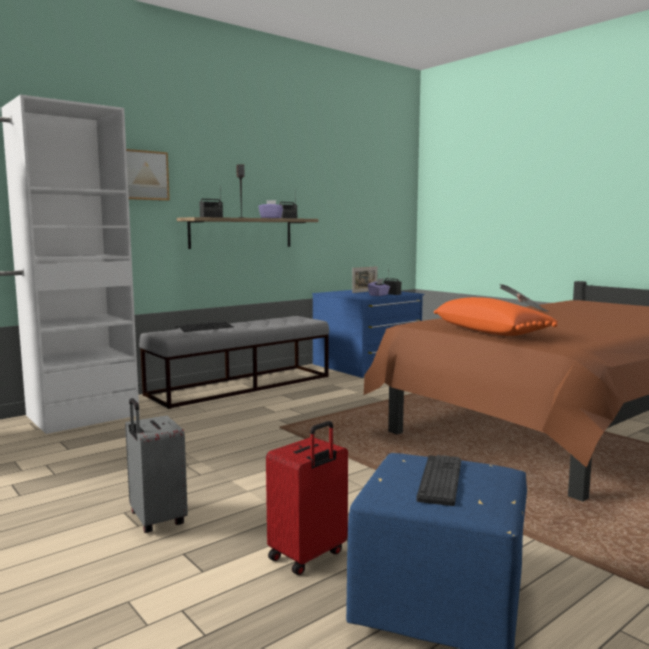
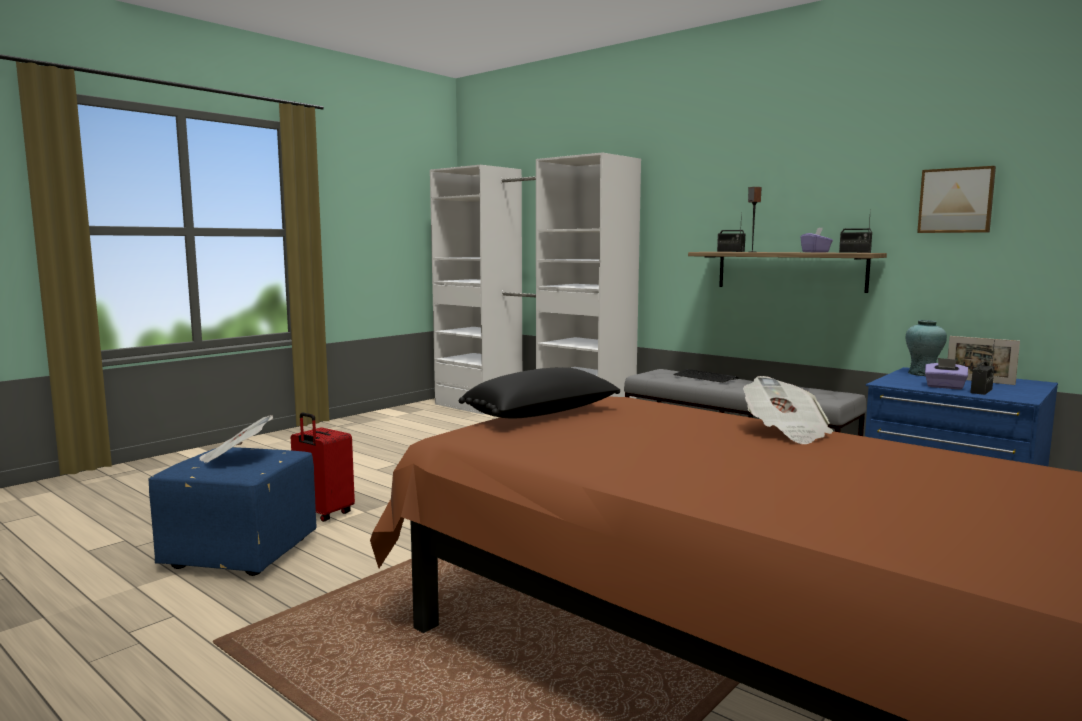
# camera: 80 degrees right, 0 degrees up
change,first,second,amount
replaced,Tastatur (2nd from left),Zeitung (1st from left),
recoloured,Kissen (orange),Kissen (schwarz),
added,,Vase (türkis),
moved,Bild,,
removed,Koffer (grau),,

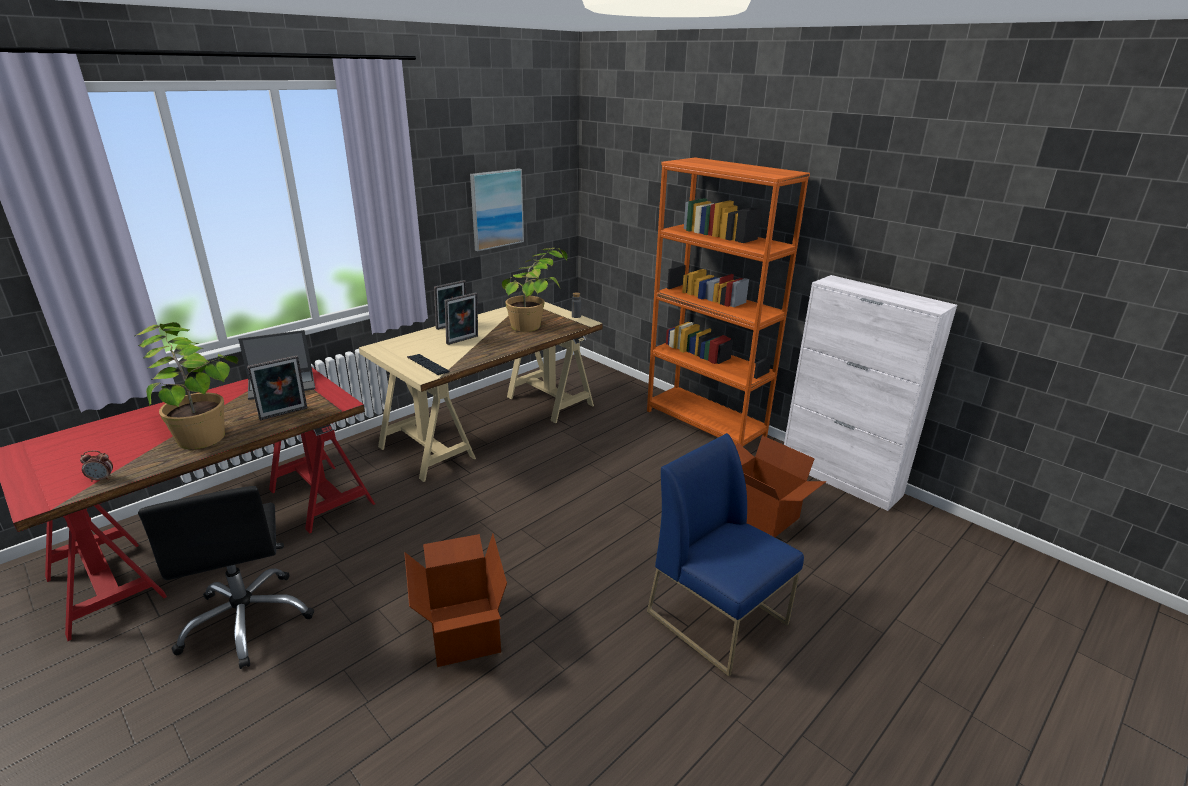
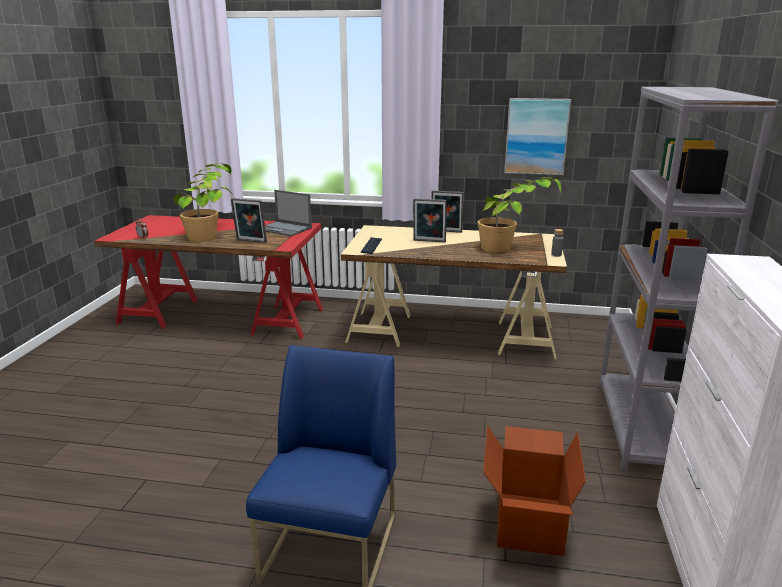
# camera: 55 degrees right, 5 degrees down
change,first,second,amount
recoloured,Bücherregal (orange),Bücherregal (grau),
removed,Bürostuhl (schwarz),,
removed,Karton (1st from left),,

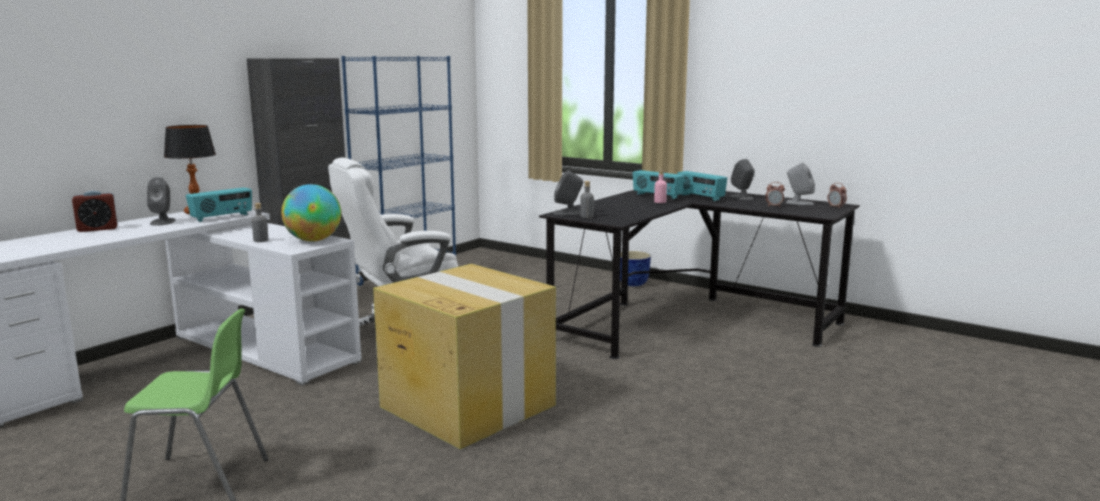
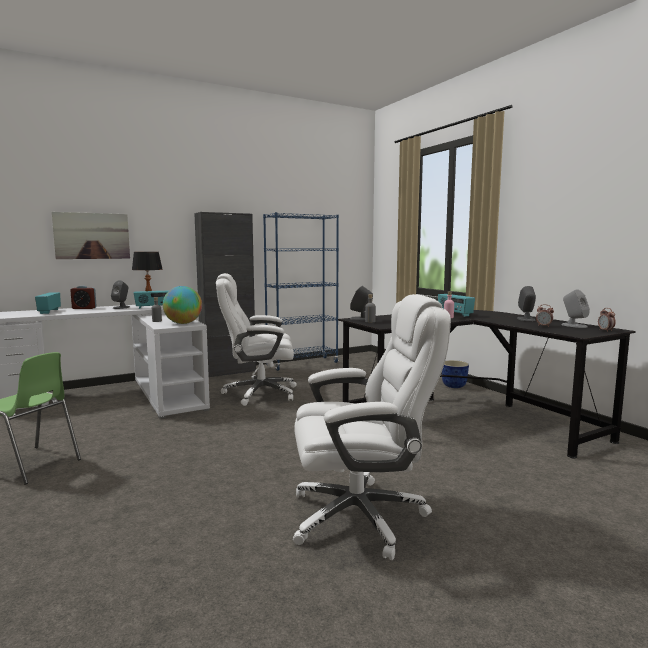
# camera: 25 degrees right, 5 degrees down
change,first,second,amount
moved,Radio (3rd from left in the first image),Radio (1st from left),
added,,Bild,
added,,Bürostuhl (weiß) (2nd from left),
removed,Karton,,

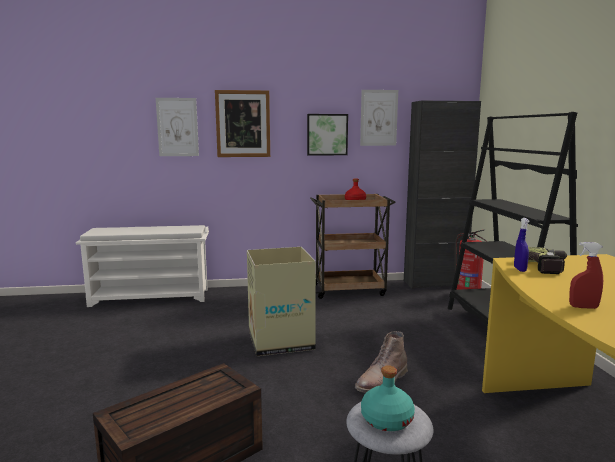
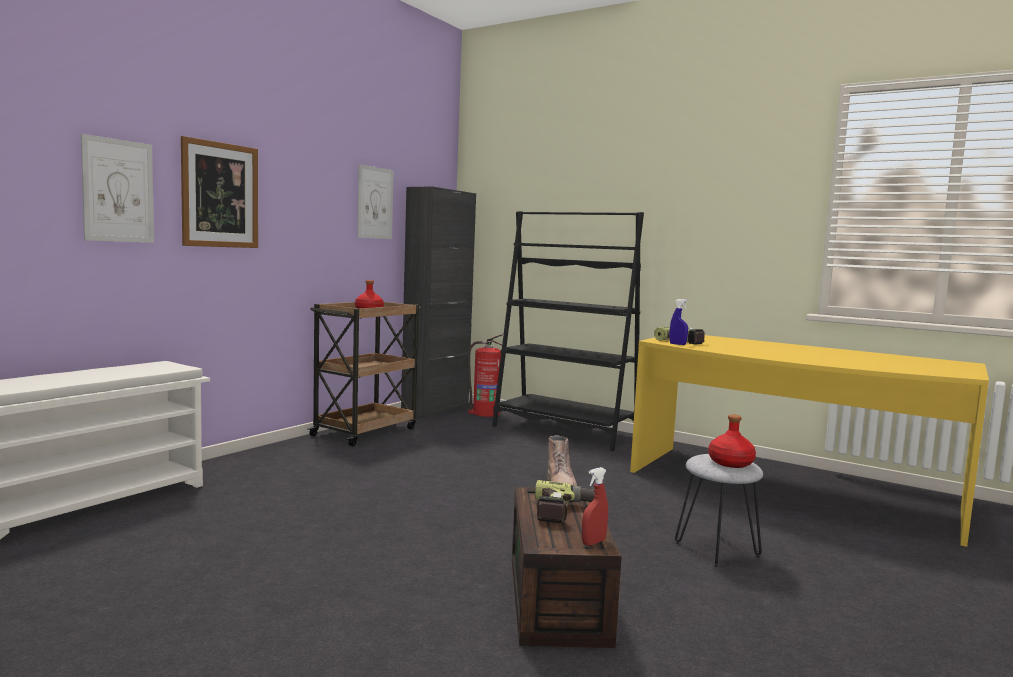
# camera: 50 degrees left, 5 degrees down
change,first,second,amount
added,,Bohrmaschine (1st from left),
moved,Sprühflasche (rot),,
recoloured,Flasche (türkis),Flasche (rot) (2nd from left),
removed,Karton,,
removed,Bild (3rd from left),,

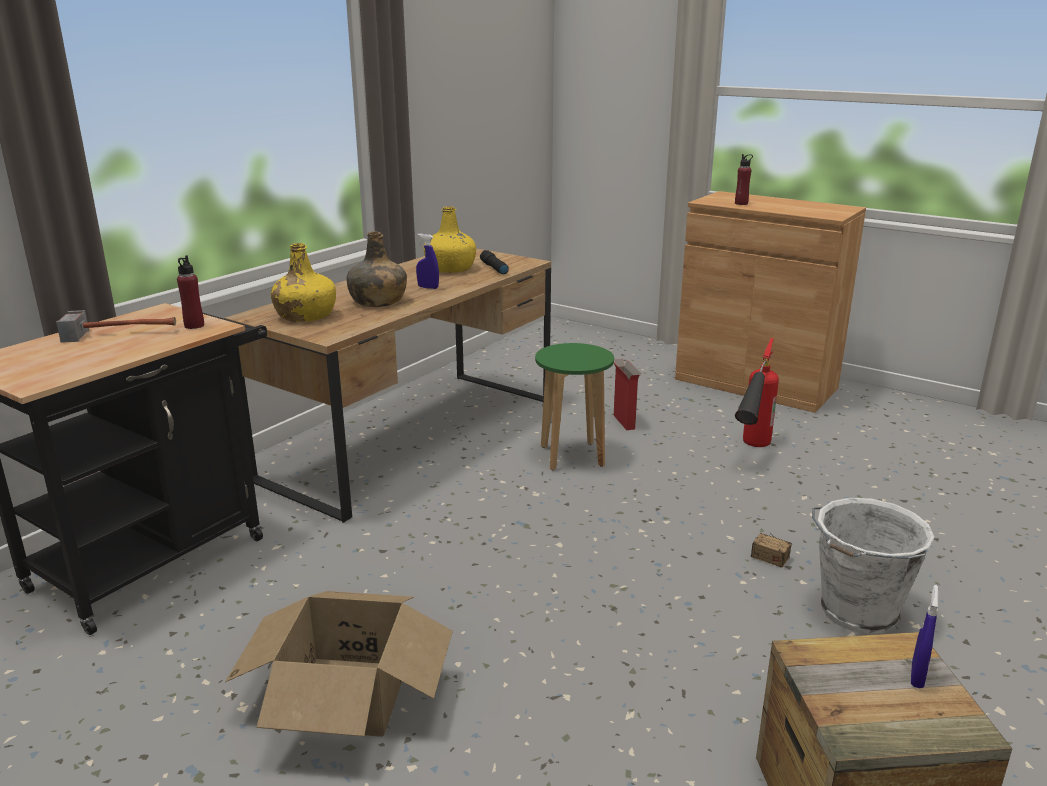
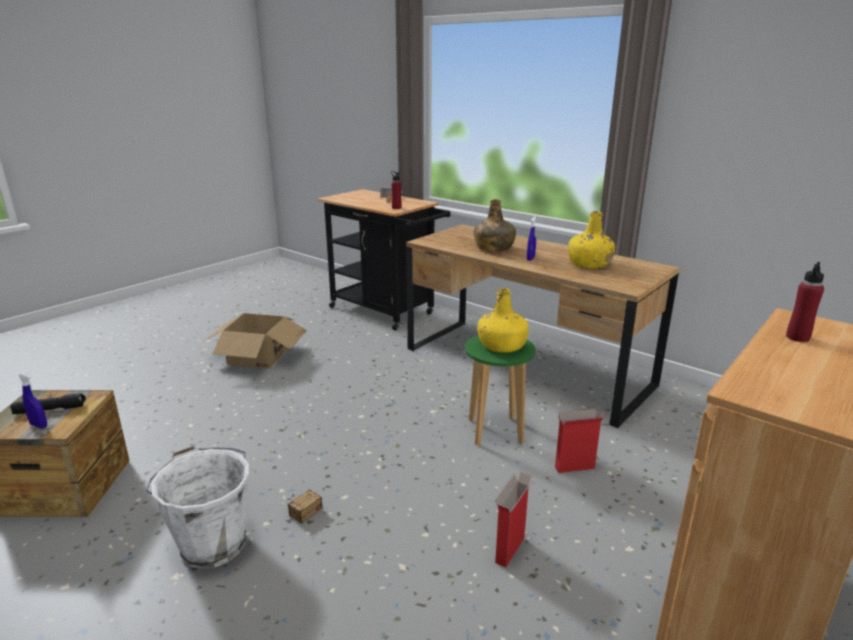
# camera: 95 degrees right, 0 degrees up
change,first,second,amount
moved,Taschenlampe (schwarz),,
moved,Flasche (gelb) (1st from left),,
replaced,Feuerlöscher,Karton (2nd from left),

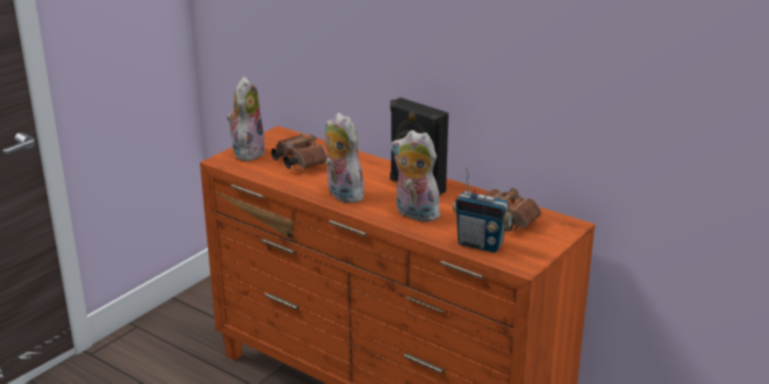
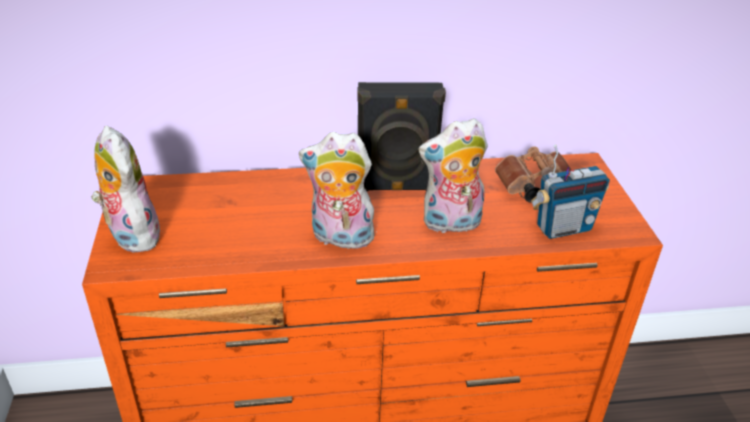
# camera: 45 degrees left, 10 degrees up
change,first,second,amount
removed,Fernglas (braun) (1st from left),,

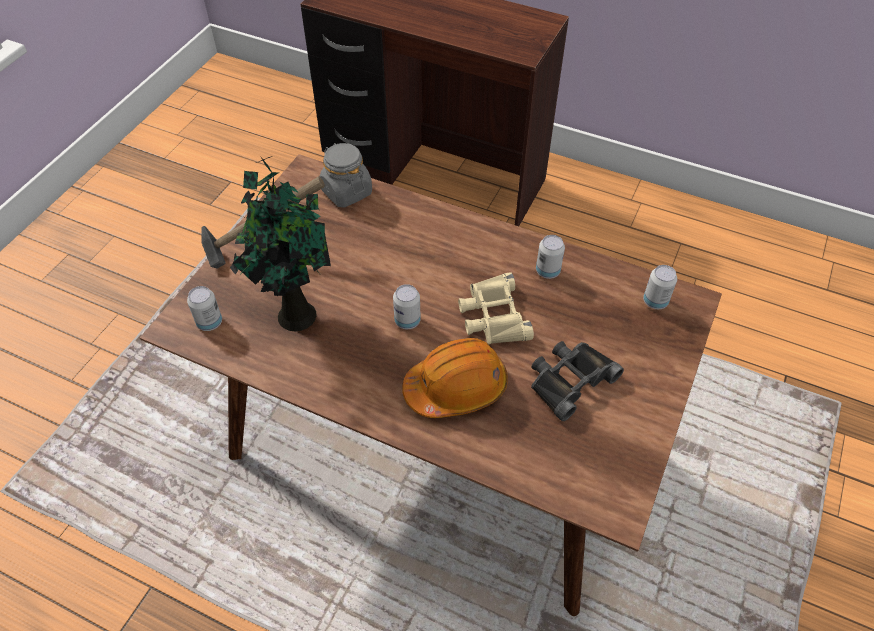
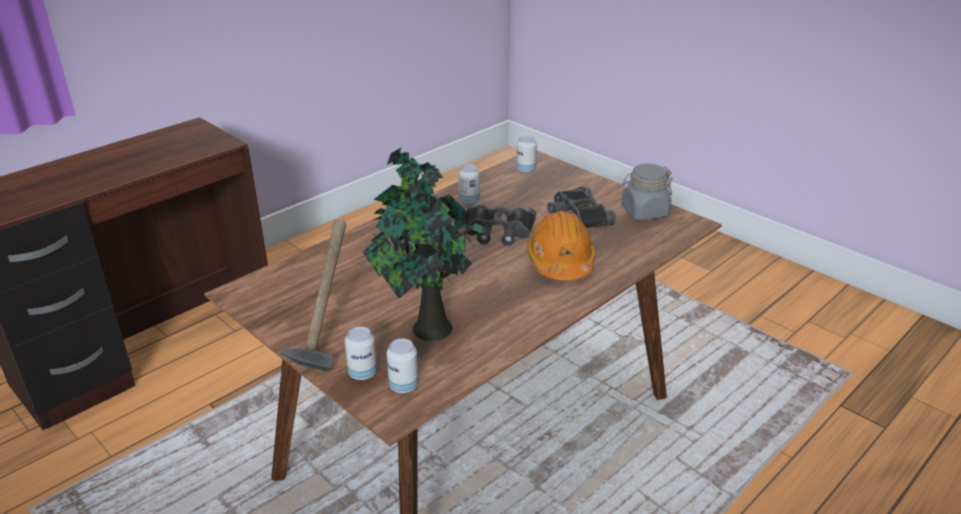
# camera: 70 degrees left, 20 degrees down
change,first,second,amount
moved,Dose (2nd from left in the first image),Dose (1st from left),
recoloured,Fernglas (beige),Fernglas (schwarz) (1st from left),
moved,Vorratsglas (grau),,

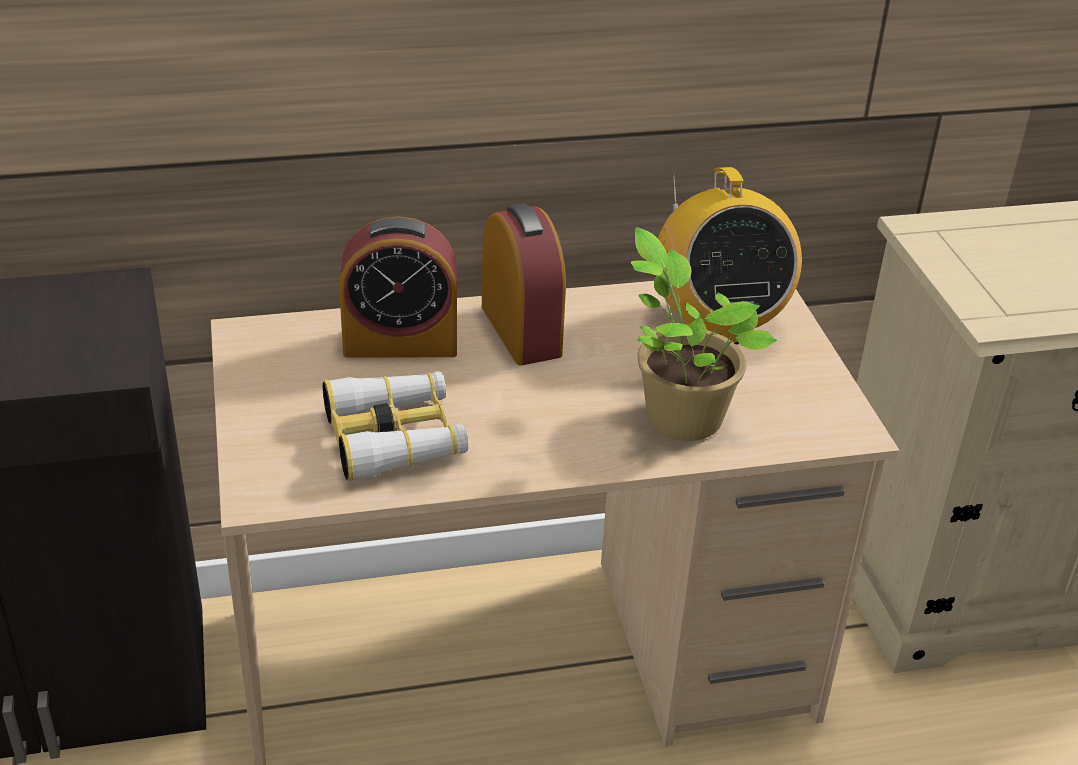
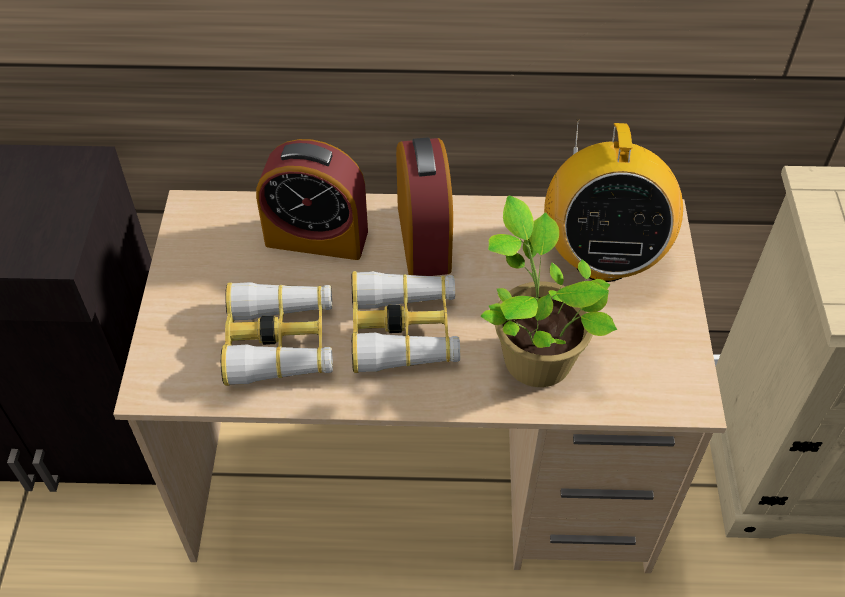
# camera: 15 degrees right, 15 degrees up
change,first,second,amount
added,,Fernglas (2nd from left),

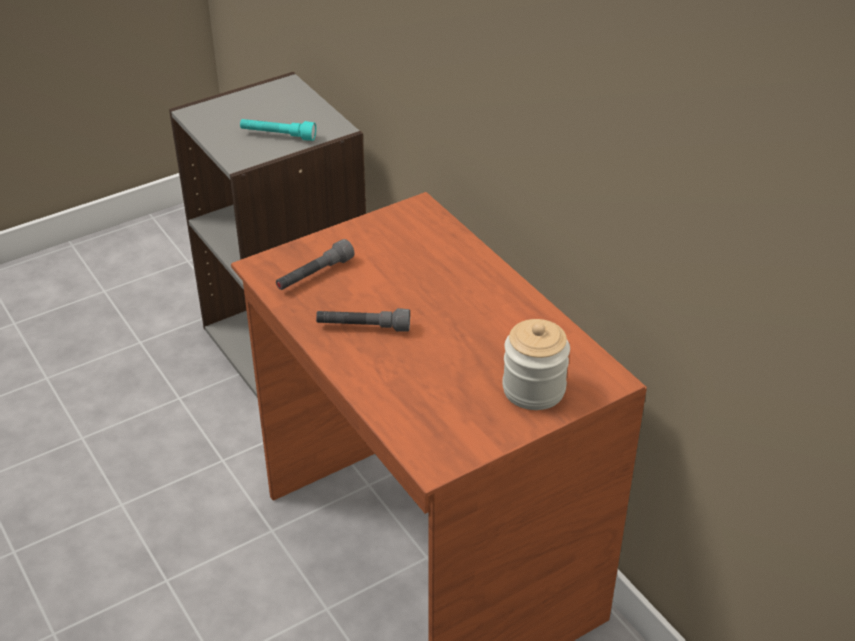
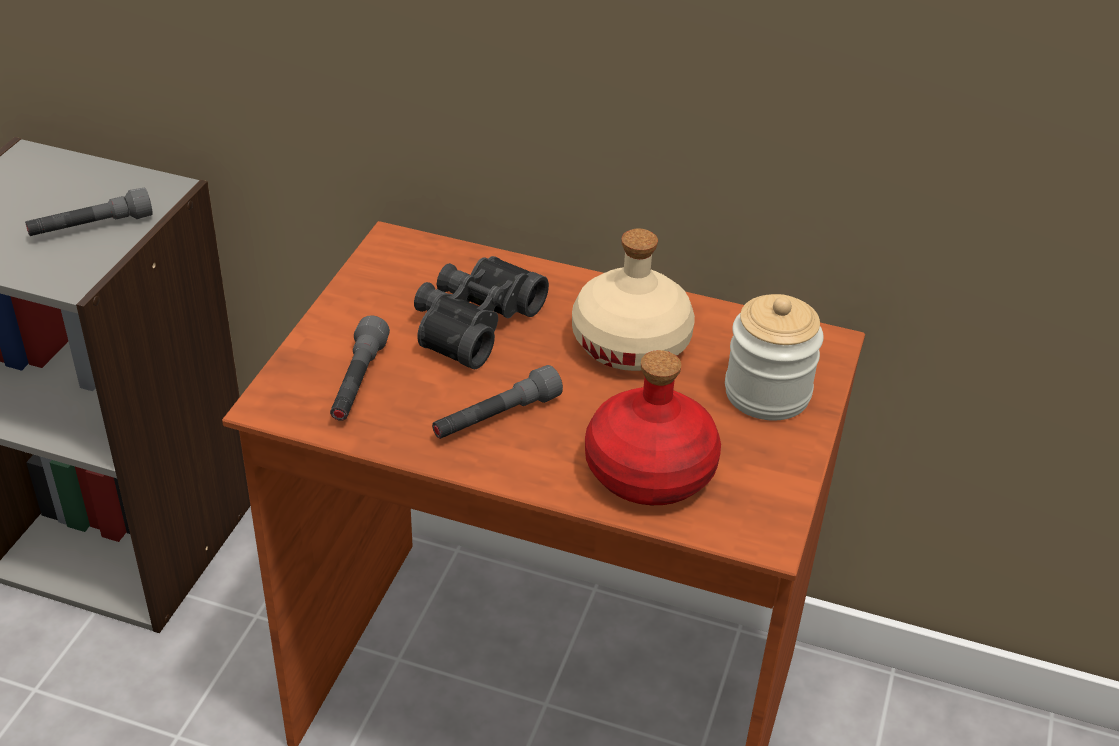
# camera: 40 degrees left, 0 degrees up
change,first,second,amount
recoloured,Taschenlampe (türkis),Taschenlampe (grau) (1st from left),
added,,Fernglas (schwarz),
added,,Flasche (beige),
added,,Flasche (rot),

